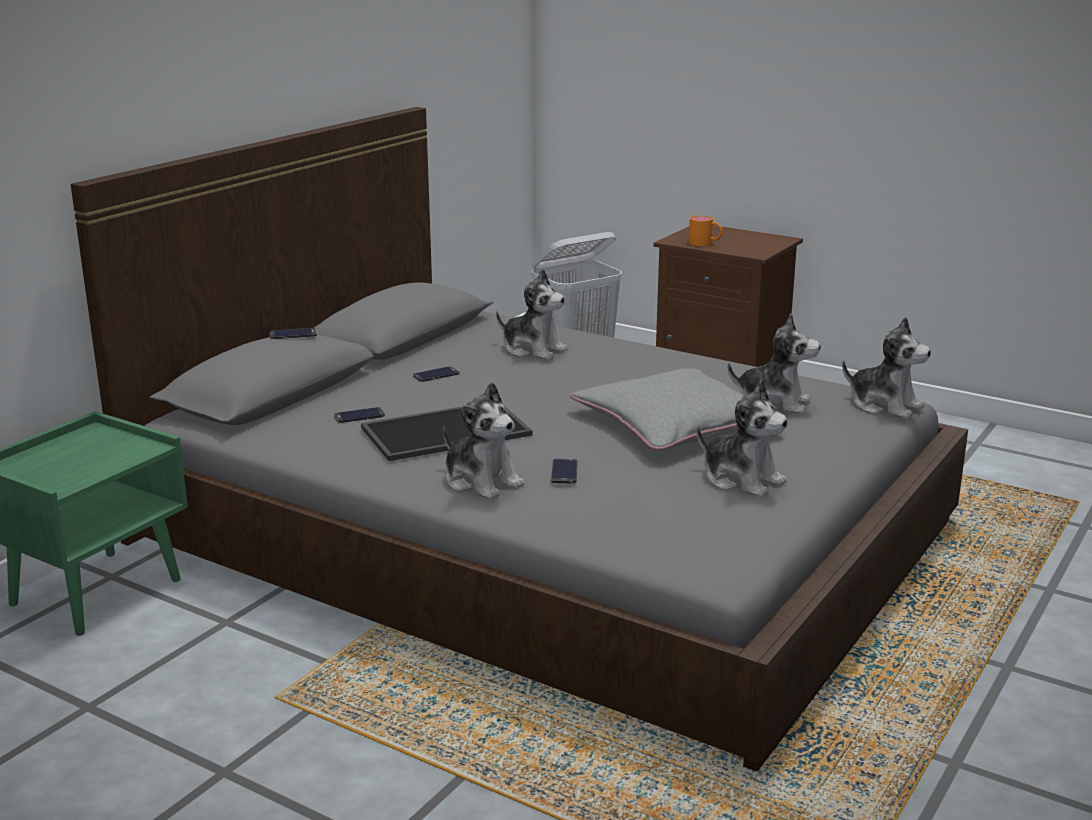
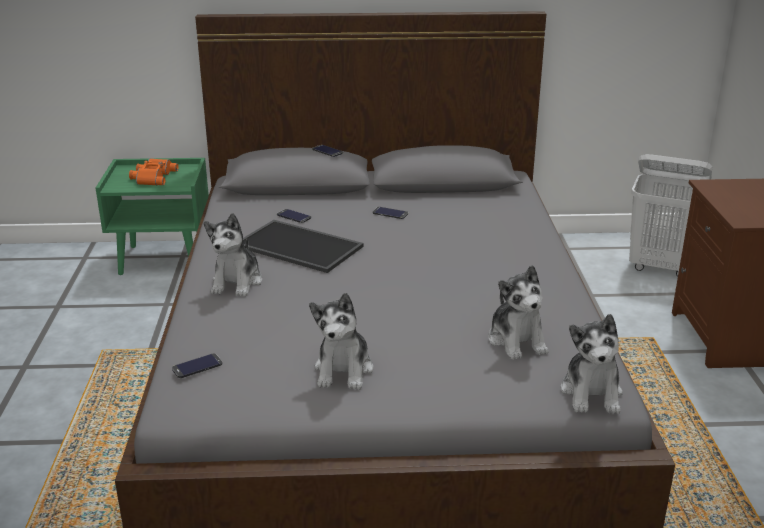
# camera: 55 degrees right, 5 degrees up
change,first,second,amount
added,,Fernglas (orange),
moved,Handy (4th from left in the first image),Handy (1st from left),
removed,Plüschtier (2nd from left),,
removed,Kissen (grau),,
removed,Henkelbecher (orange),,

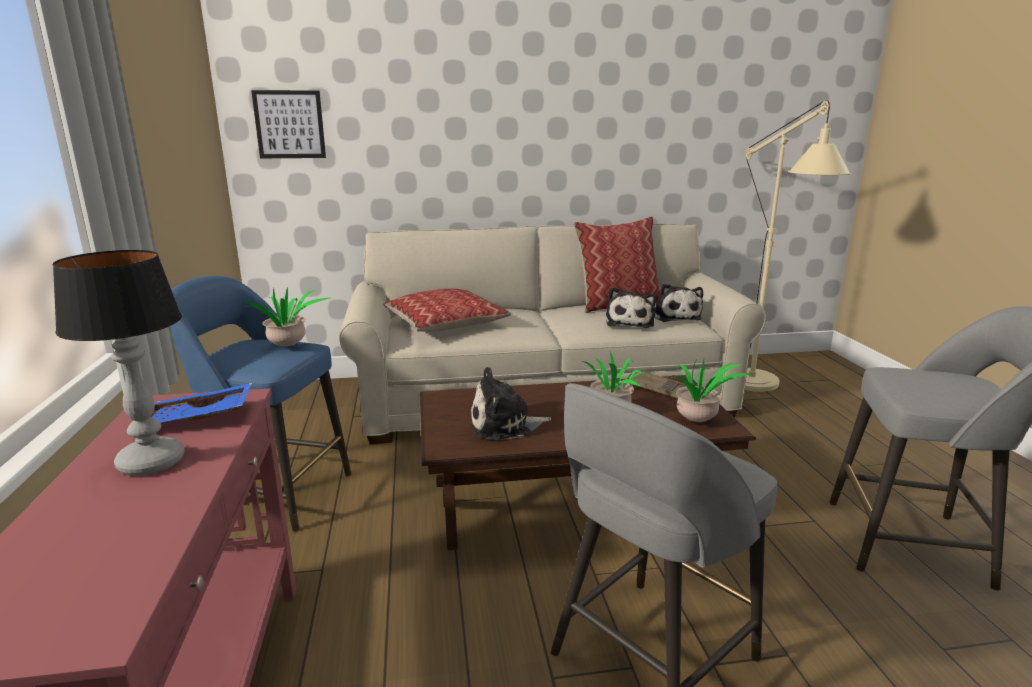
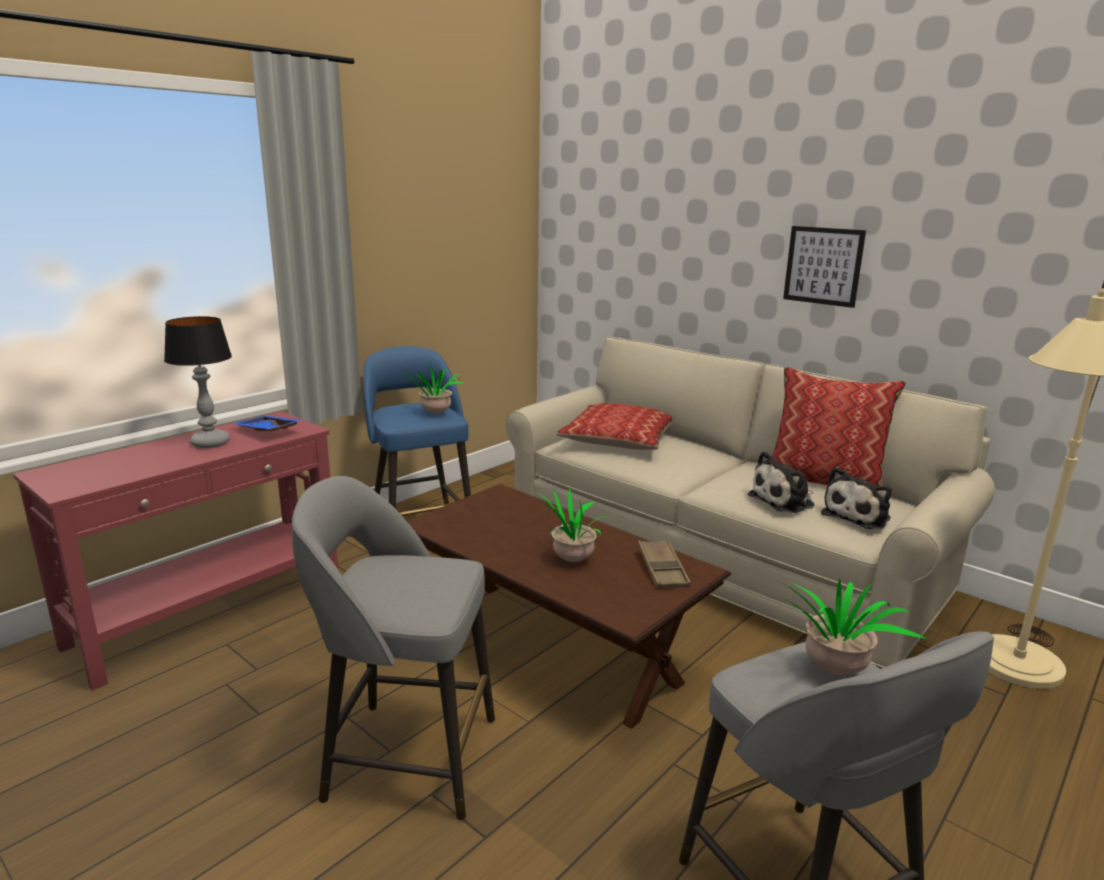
# camera: 50 degrees right, 0 degrees up
change,first,second,amount
moved,Topfpflanze (3rd from left),,
moved,Bild,,
removed,Plüschtier (1st from left),,

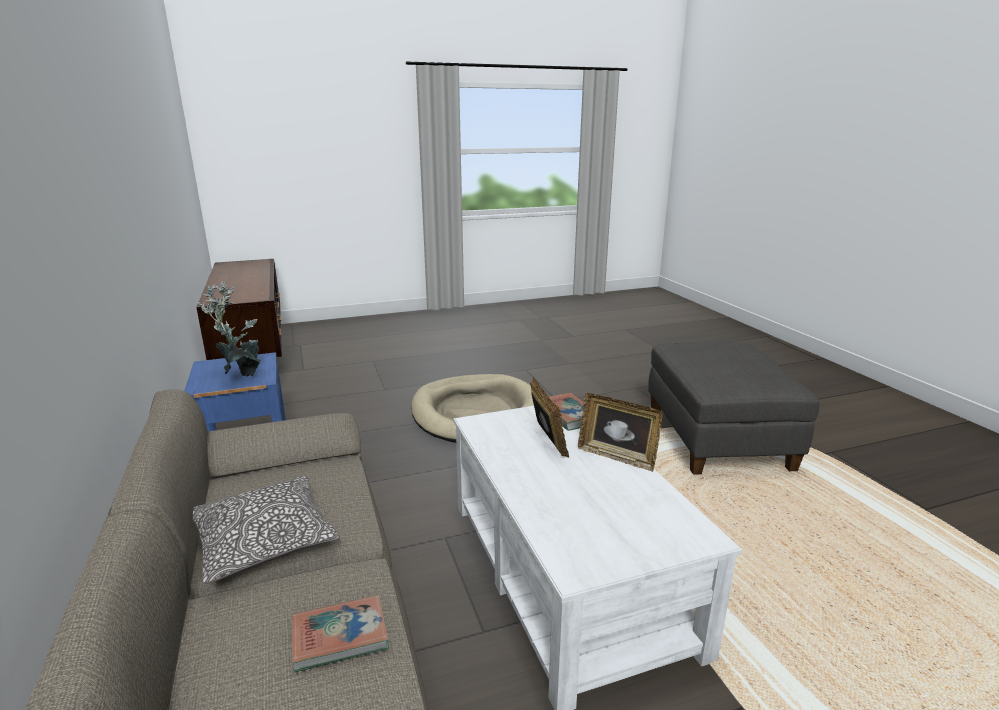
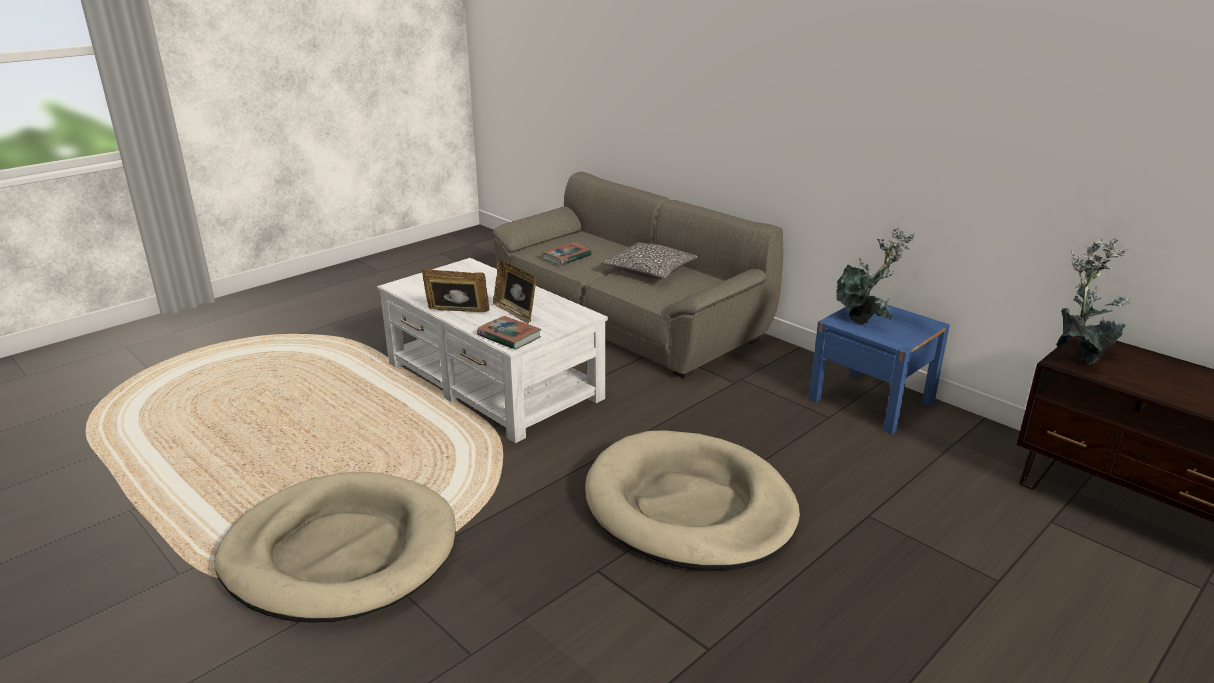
# camera: 155 degrees right, 5 degrees up
change,first,second,amount
replaced,Polsterhocker (grau),Hundebett (beige) (1st from left),
added,,Topfpflanze (2nd from left),

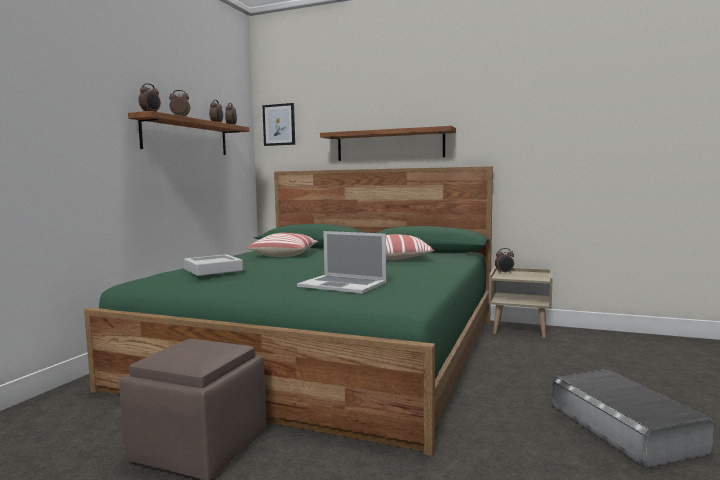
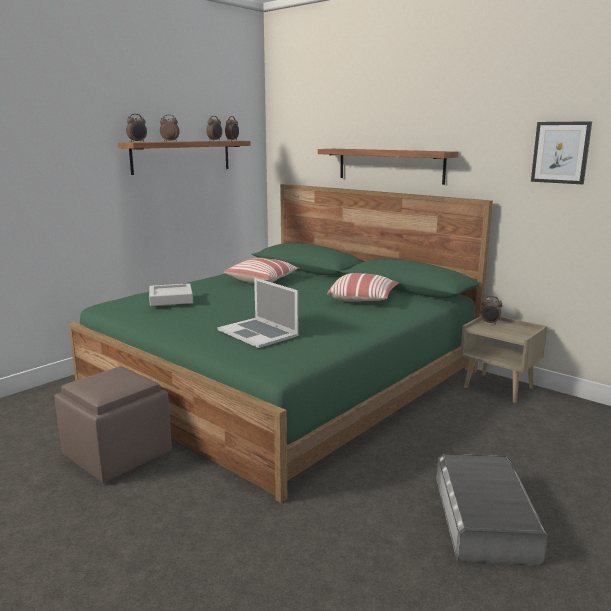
# camera: 20 degrees right, 10 degrees up
change,first,second,amount
moved,Bild,,

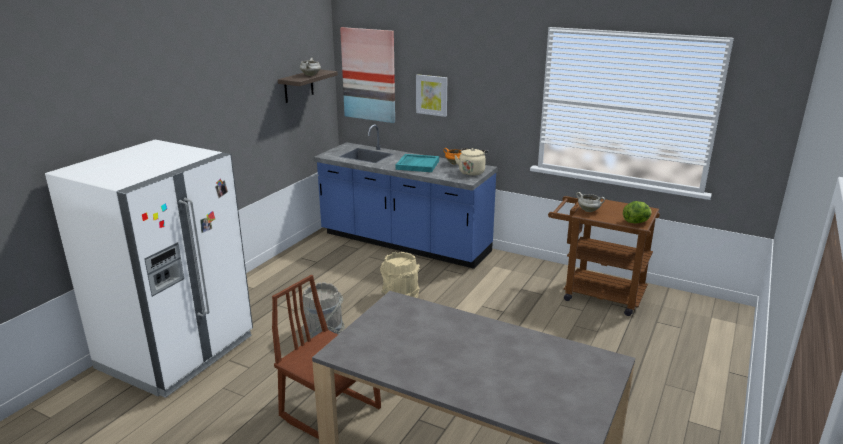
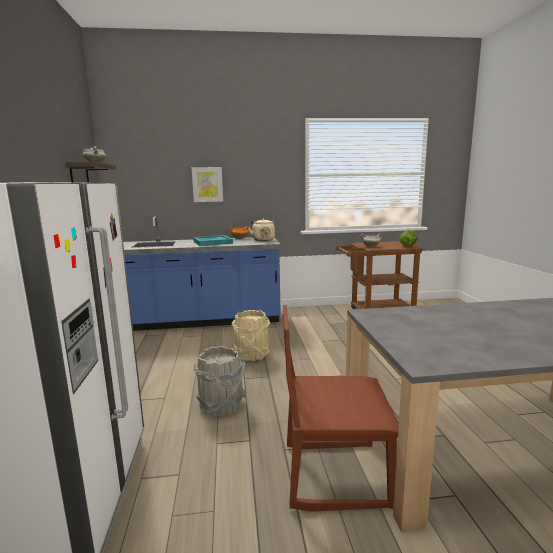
# camera: 35 degrees left, 10 degrees down
change,first,second,amount
removed,Bild (1st from left),,

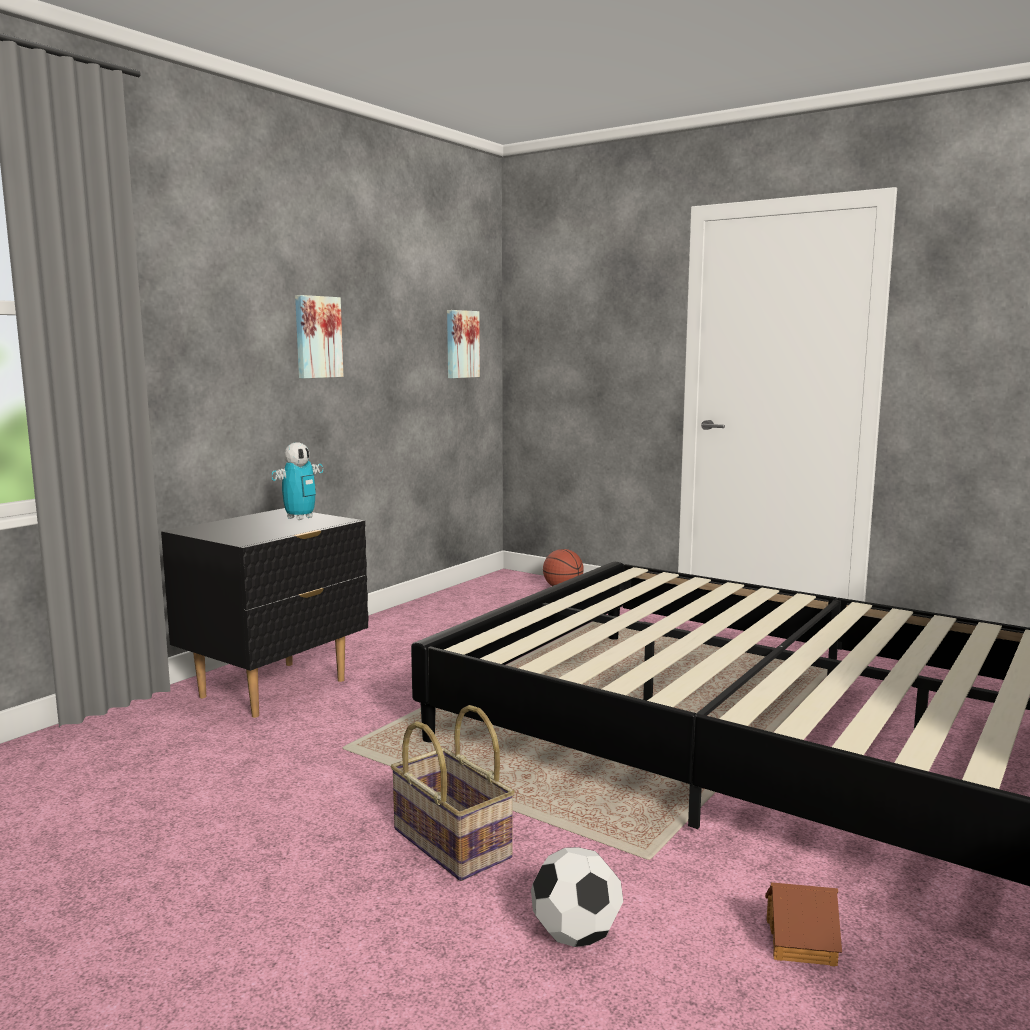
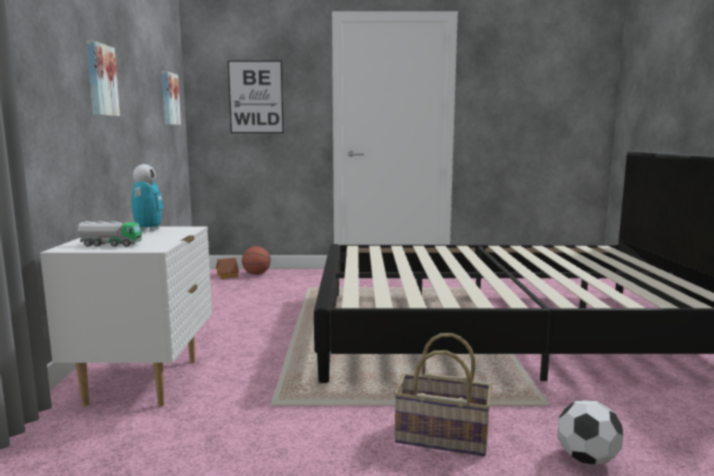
# camera: 35 degrees left, 0 degrees up
change,first,second,amount
recoloured,Nachttisch (schwarz),Nachttisch (weiß),
added,,Spielzeuglaster,
moved,Spielzeughaus,,
added,,Bild (3rd from left),

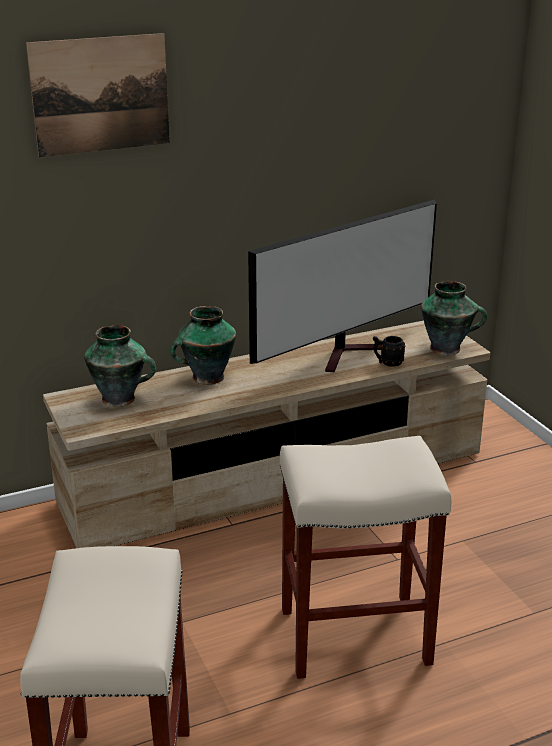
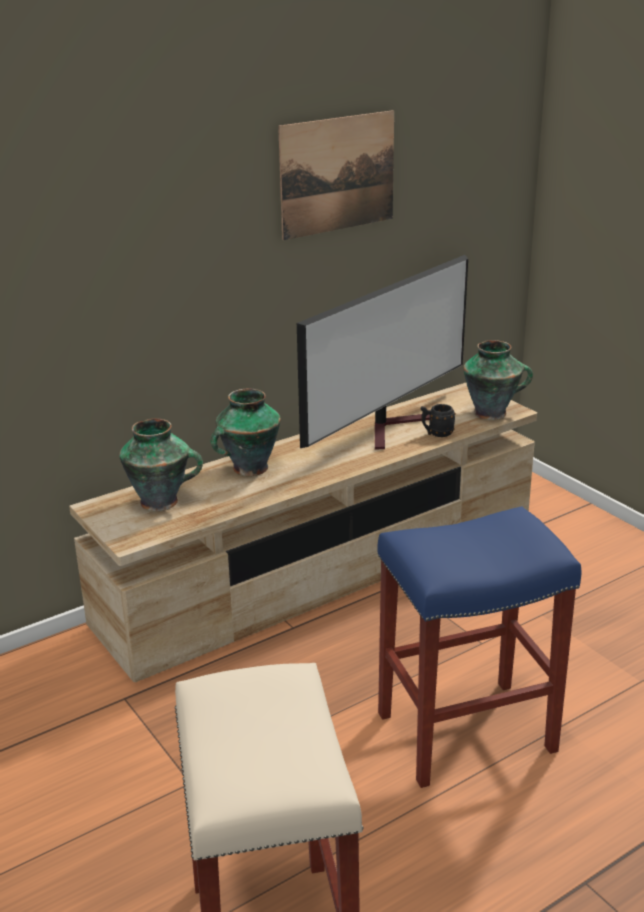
# camera: 10 degrees left, 0 degrees up
change,first,second,amount
moved,Bild,,
recoloured,Hocker (beige) (2nd from left),Hocker (blau),

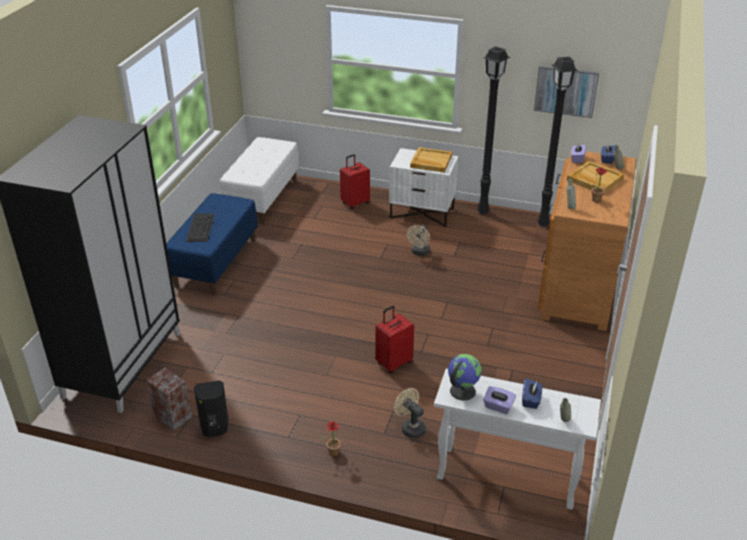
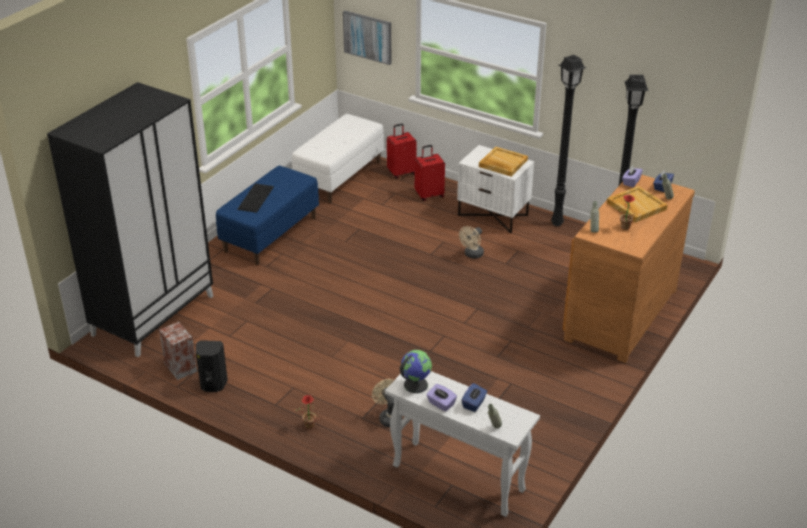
# camera: 15 degrees right, 0 degrees up
change,first,second,amount
moved,Bild,,
moved,Koffer (rot) (2nd from left in the first image),Koffer (rot) (1st from left),

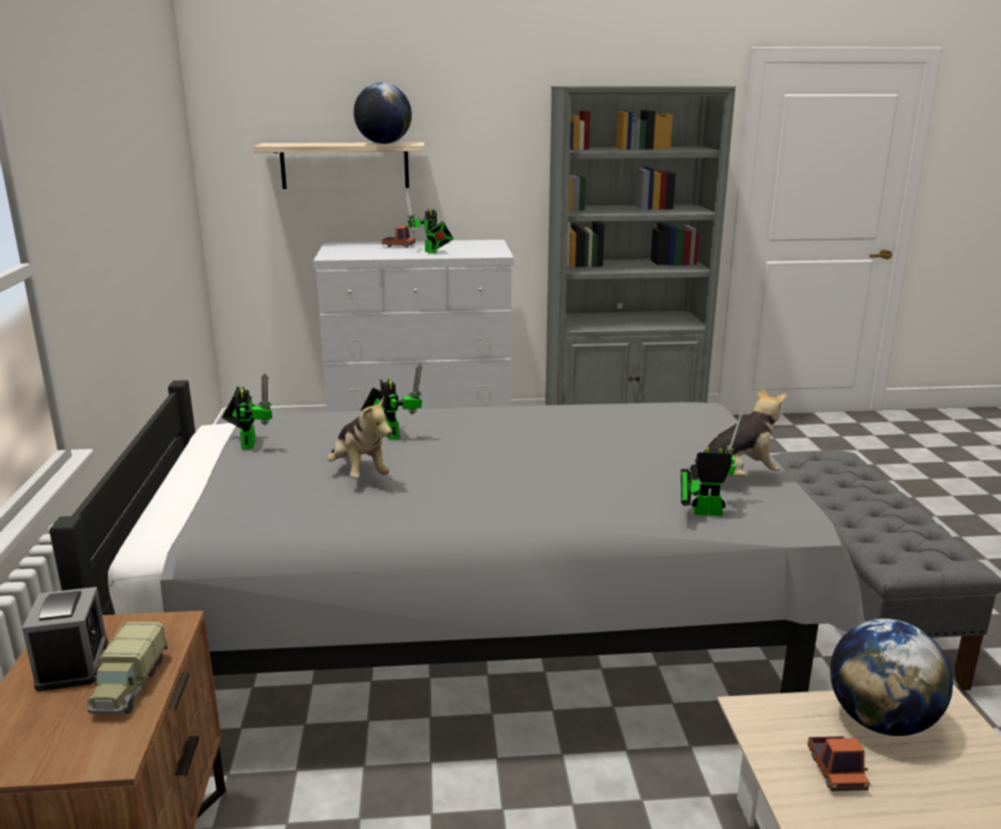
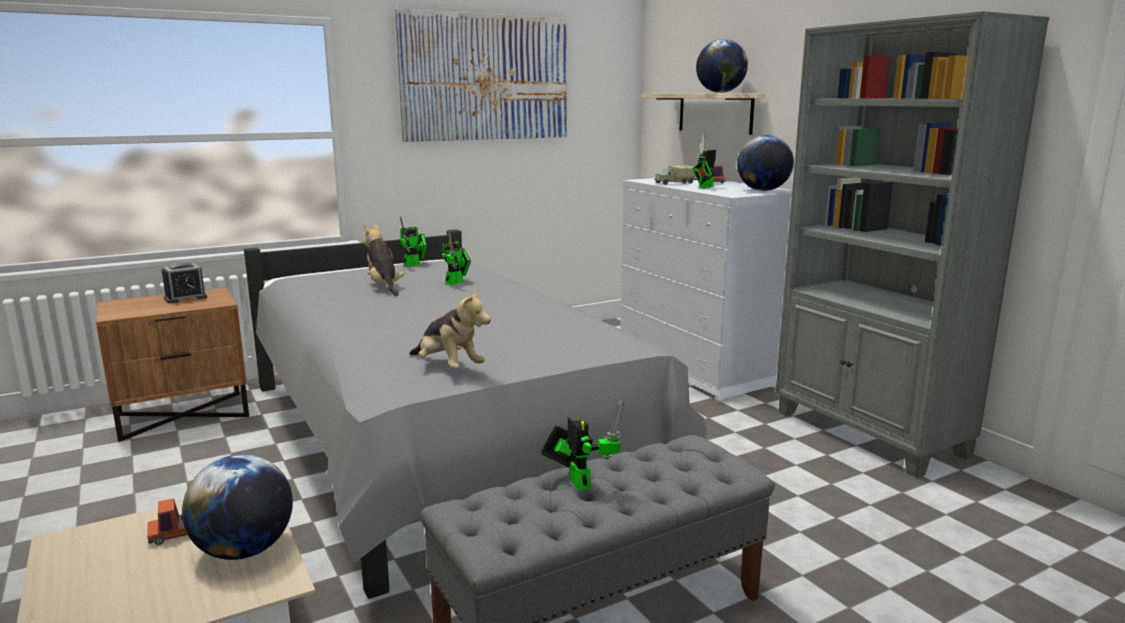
# camera: 65 degrees right, 5 degrees down
change,first,second,amount
turned,Plüschtier (1st from left),,120 degrees clockwise
added,,Bild,
moved,Spielzeugroboter (4th from left in the first image),Spielzeugroboter (3rd from left),
moved,Spielzeuglaster (1st from left in the first image),Spielzeuglaster (2nd from left),
added,,Globus (3rd from left),

